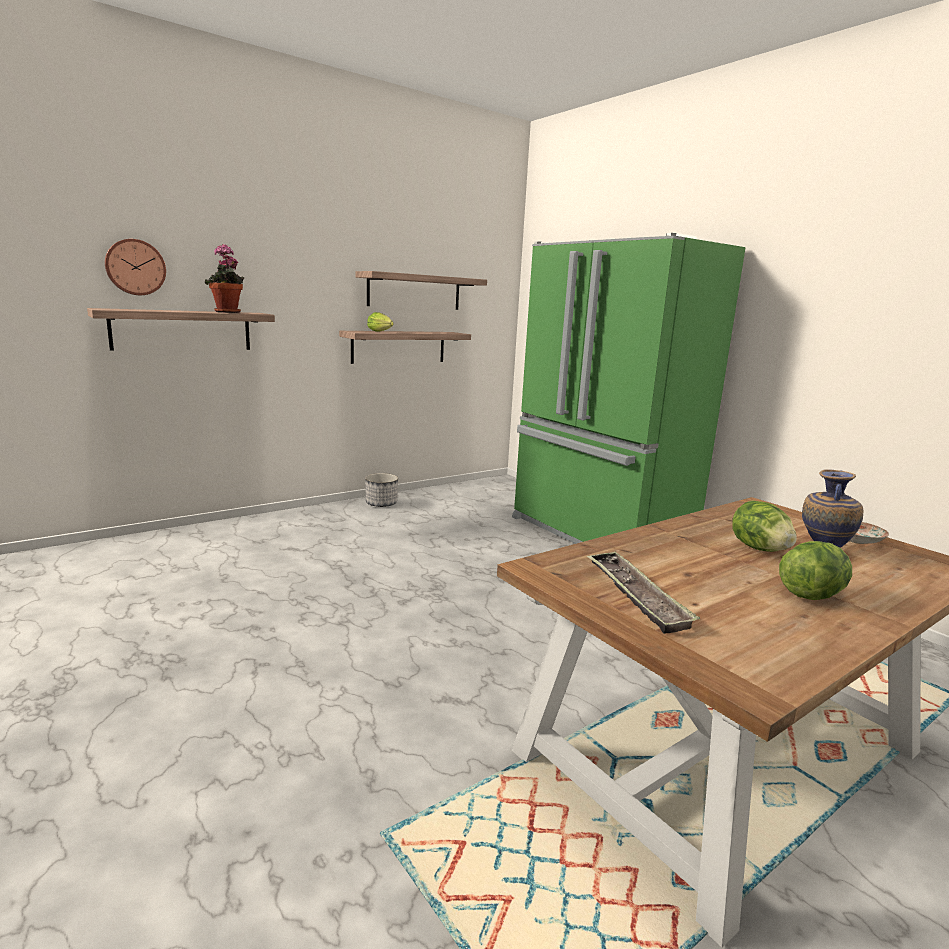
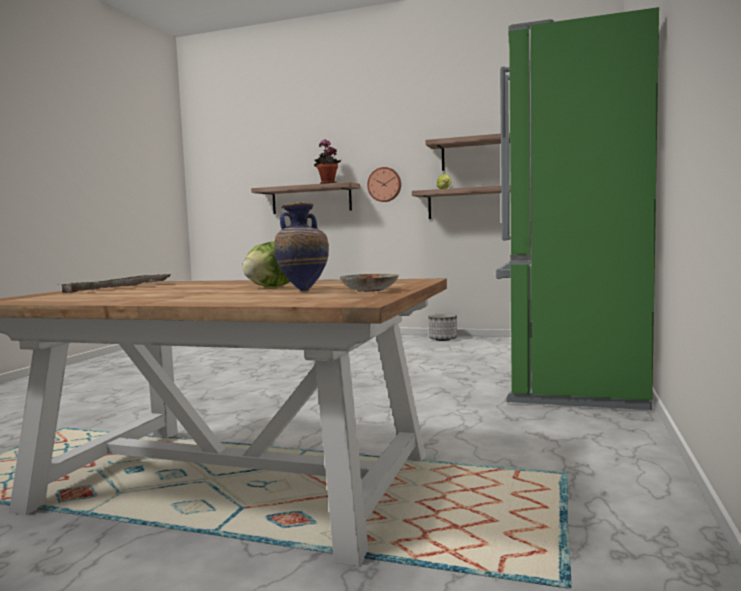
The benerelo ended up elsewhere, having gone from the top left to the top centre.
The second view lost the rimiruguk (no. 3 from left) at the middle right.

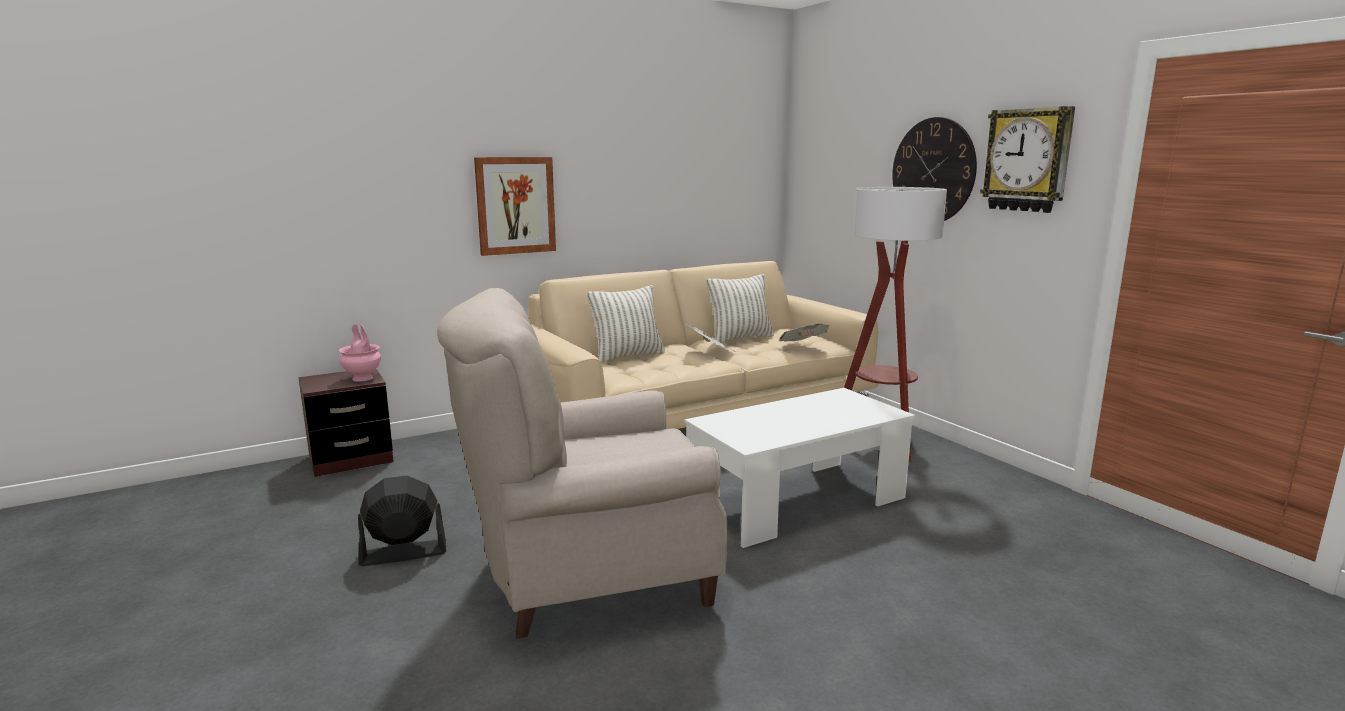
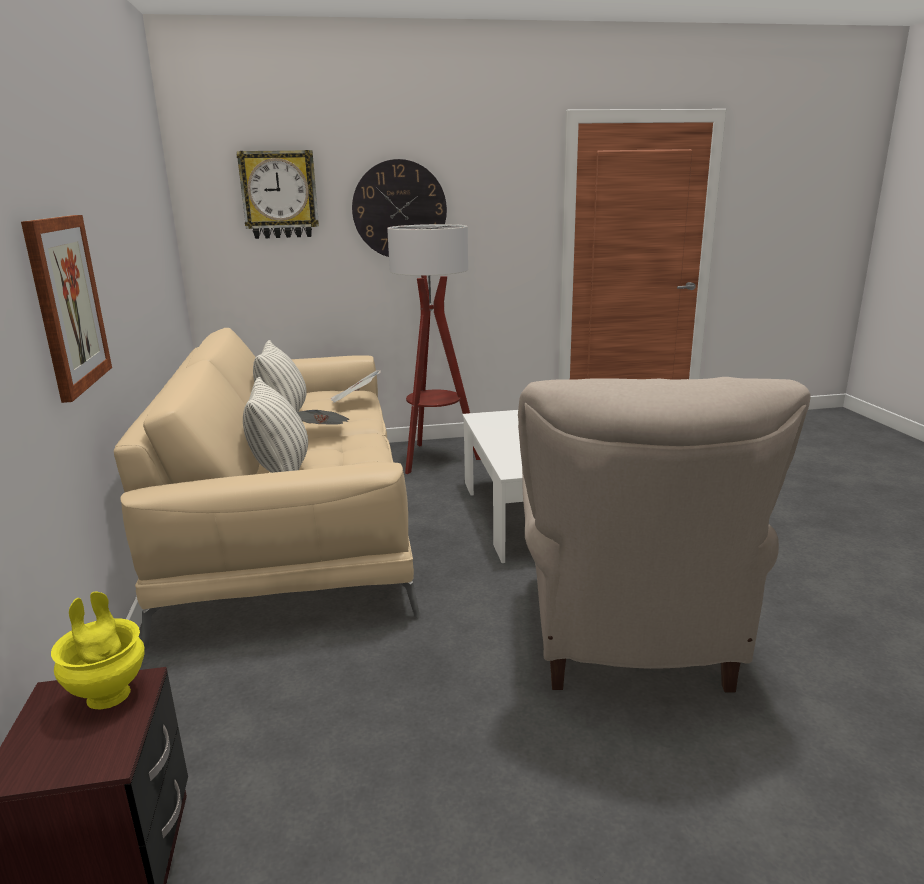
What was the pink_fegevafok at the middle left turned into the yellow_fegevafok at the bottom left.
The benerelo (no. 2 from left in the first image) ended up elsewhere, having gone from the top right to the top left.
The second view lost the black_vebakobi at the bottom left.

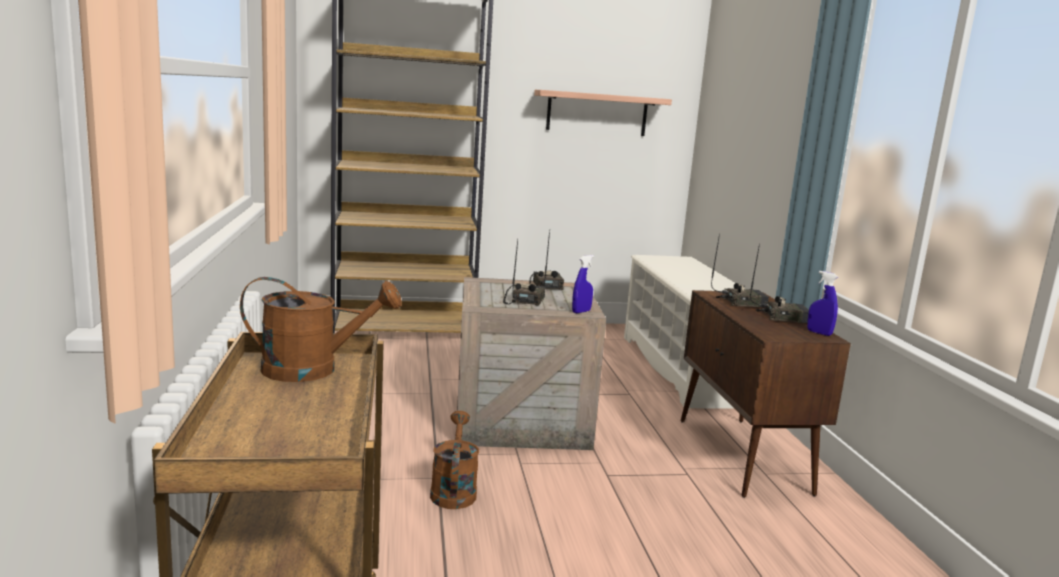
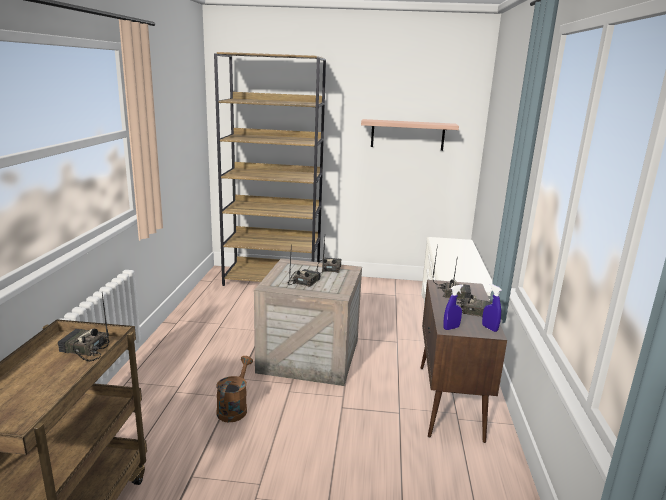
Where the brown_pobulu (no. 1 from left) stood at the middle left, the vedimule (no. 1 from left) came to stand at the middle left.
The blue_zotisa (no. 1 from left) ended up elsewhere, having gone from the centre to the middle right.

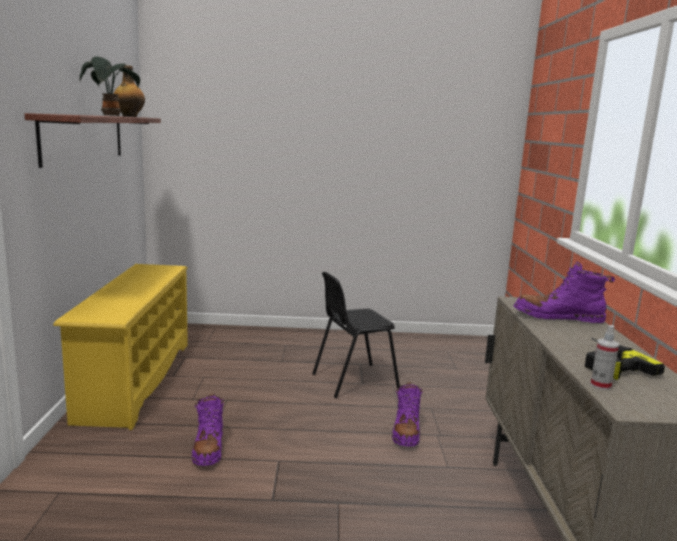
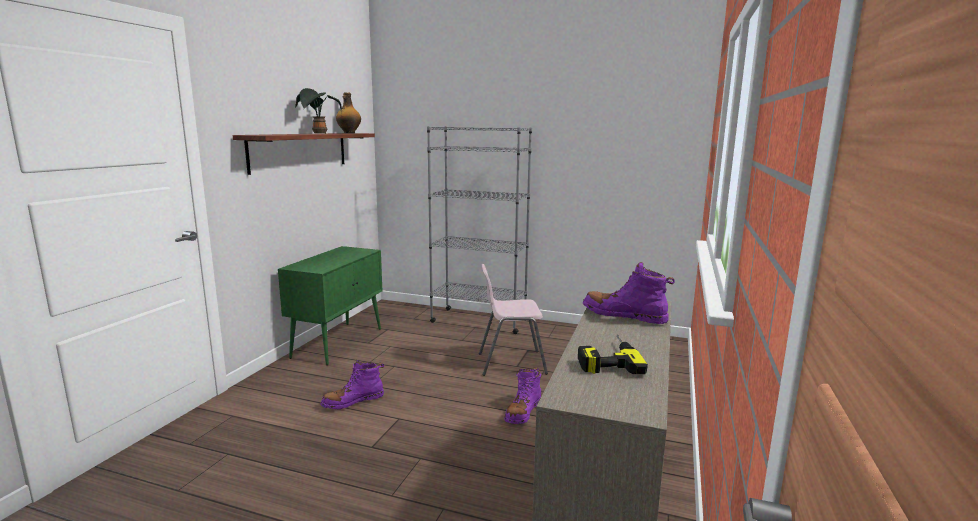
Where the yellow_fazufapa stood at the middle left, the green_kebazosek came to stand at the centre.
The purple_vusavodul (no. 1 from left) at the bottom left ended up facing another way, 45 degrees clockwise from before.
The second view gained the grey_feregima at the centre.
What was the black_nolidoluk at the centre turned into the pink_nolidoluk at the centre.
The second view lost the zotisa at the middle right.

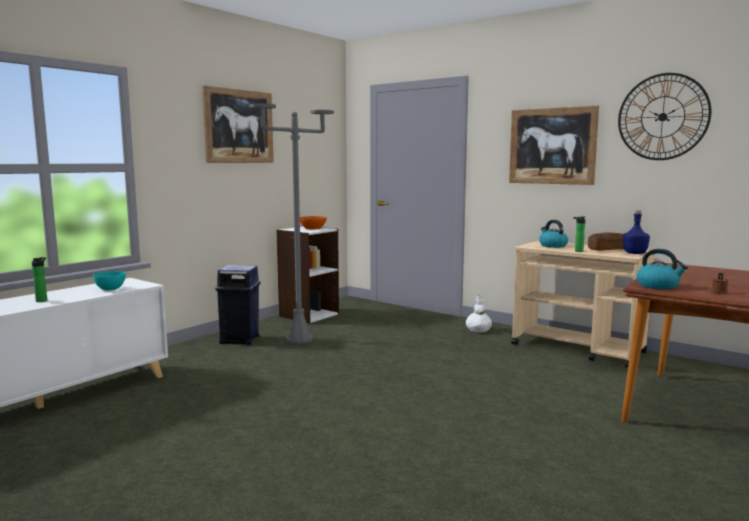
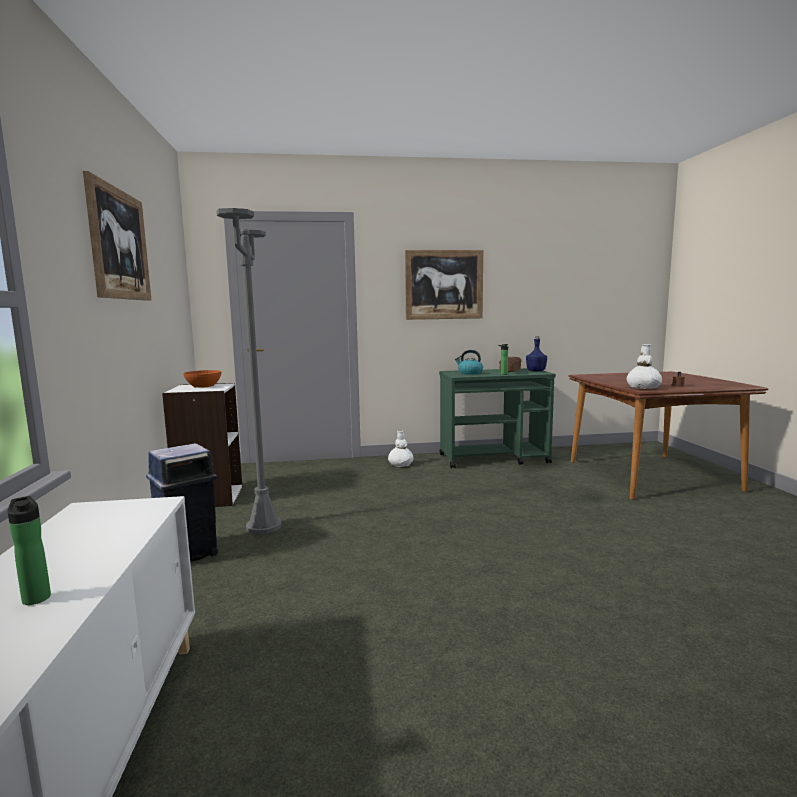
What was the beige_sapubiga at the middle right turned into the green_sapubiga at the centre.
Where the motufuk (no. 2 from left) stood at the middle right, the white_fegevafok (no. 2 from left) came to stand at the middle right.
The second view lost the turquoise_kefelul at the middle left.
The second view lost the benerelo at the top right.

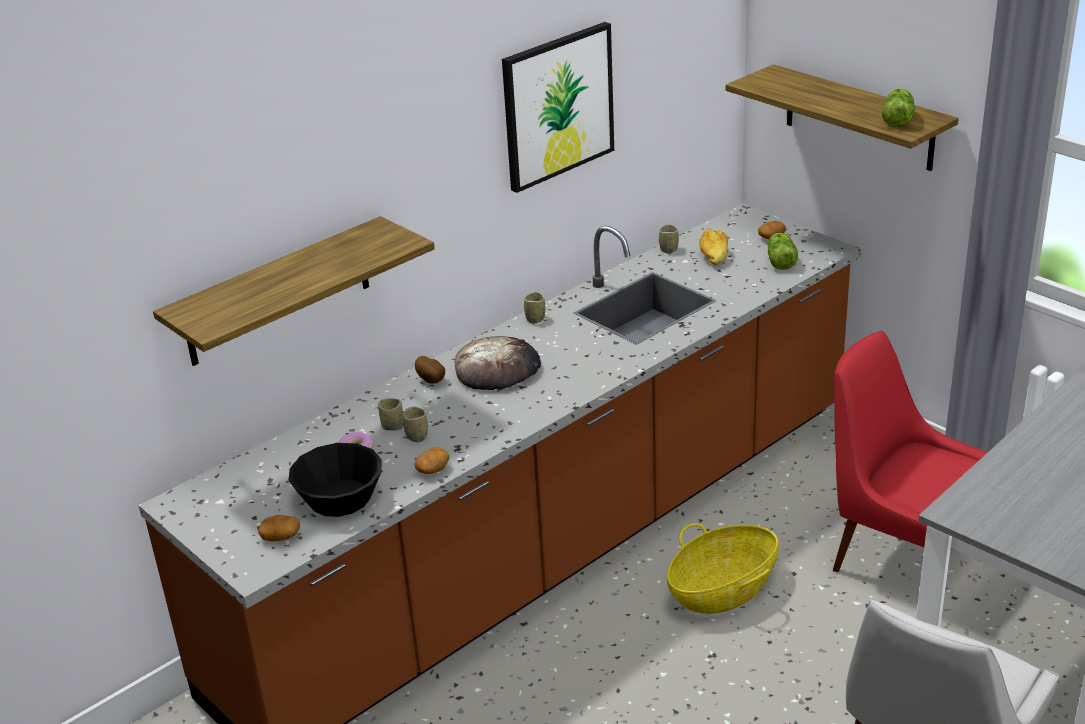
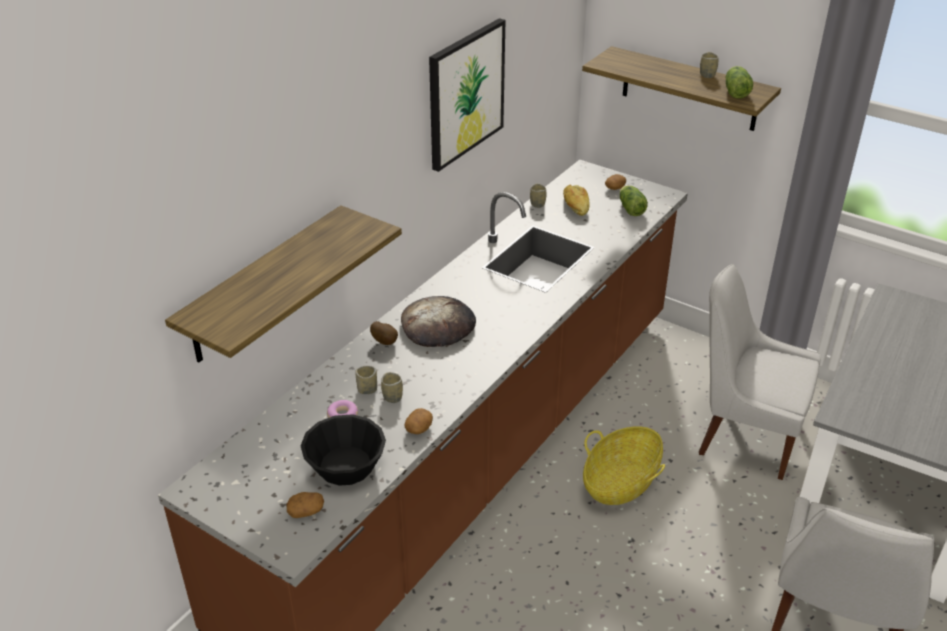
What was the red_nolidoluk at the middle right turned into the white_nolidoluk (no. 1 from left) at the middle right.
The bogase (no. 3 from left in the first image) ended up elsewhere, having gone from the centre to the top right.

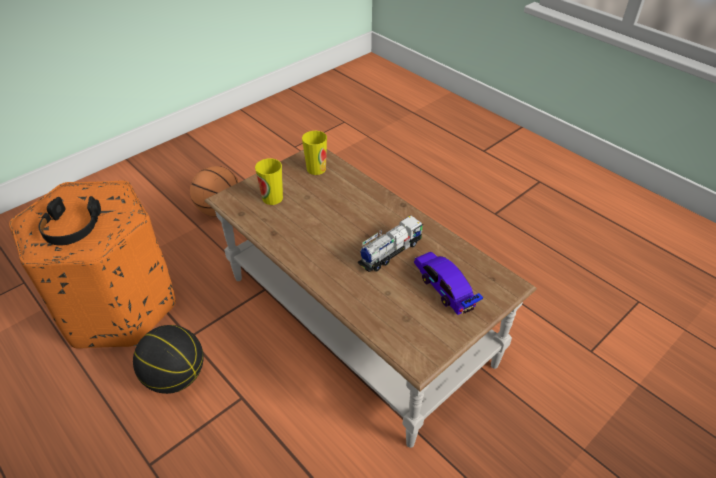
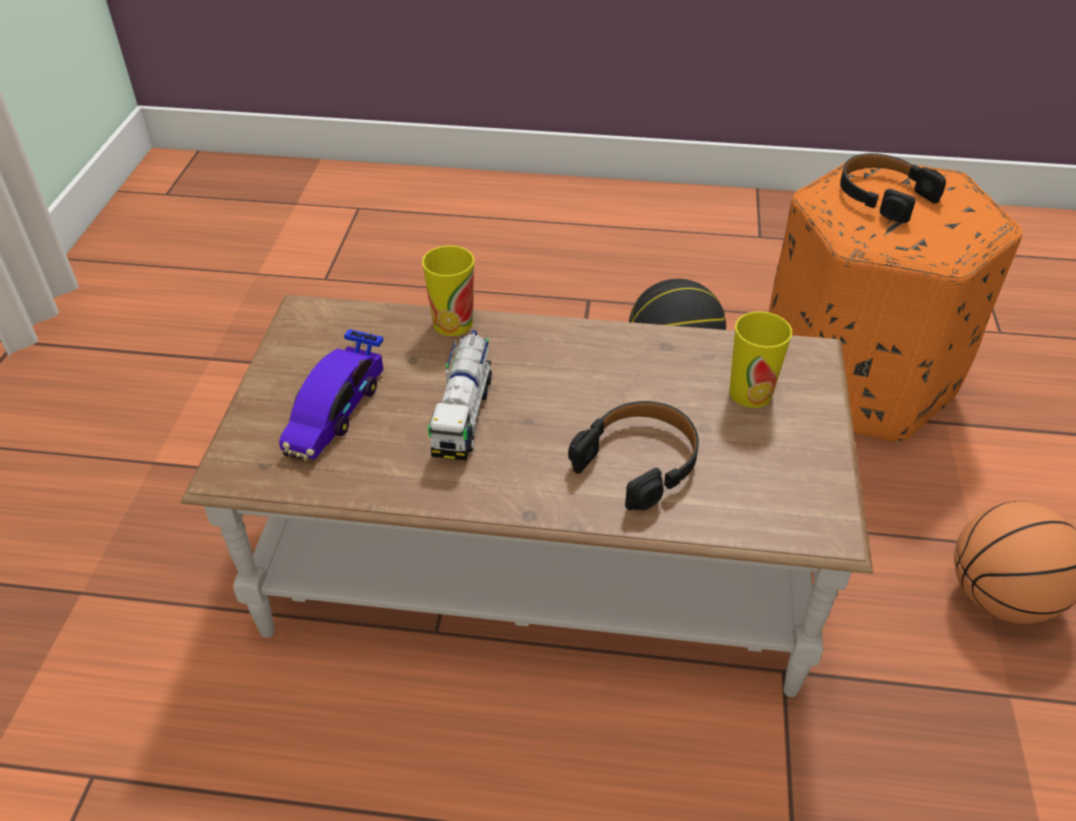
The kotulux at the centre ended up facing another way, 90 degrees clockwise from before.
The bogase (no. 2 from left in the first image) ended up elsewhere, having gone from the top centre to the centre.
The second view gained the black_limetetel (no. 1 from left) at the centre.

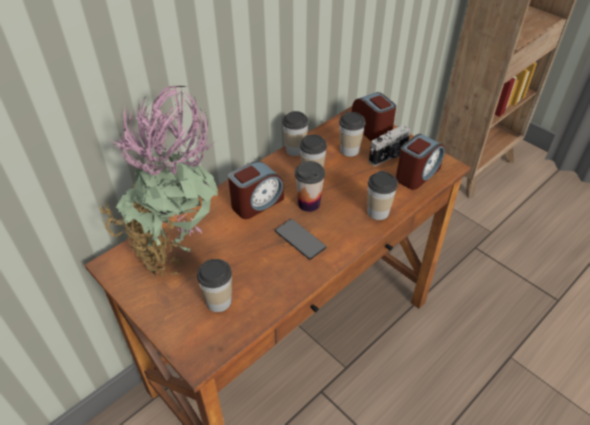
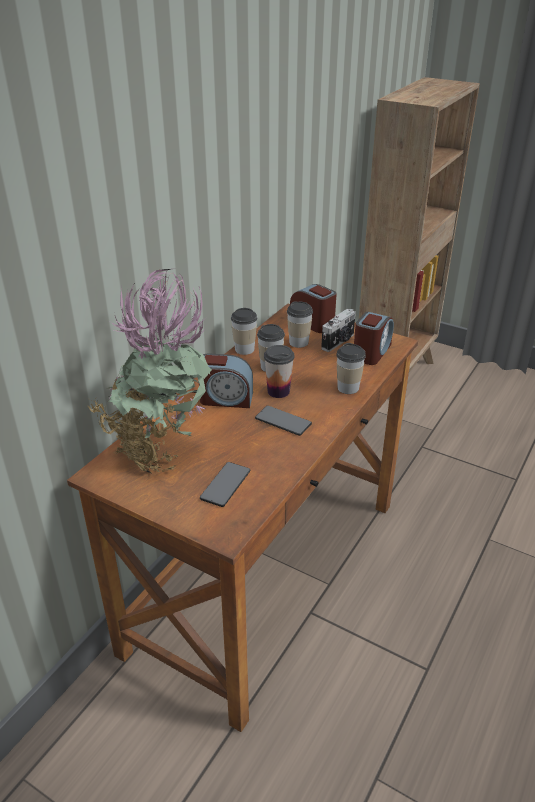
The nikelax (no. 1 from left) at the centre ended up facing another way, 60 degrees clockwise from before.
Where the bogase (no. 1 from left) stood at the bottom centre, the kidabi (no. 1 from left) came to stand at the centre.

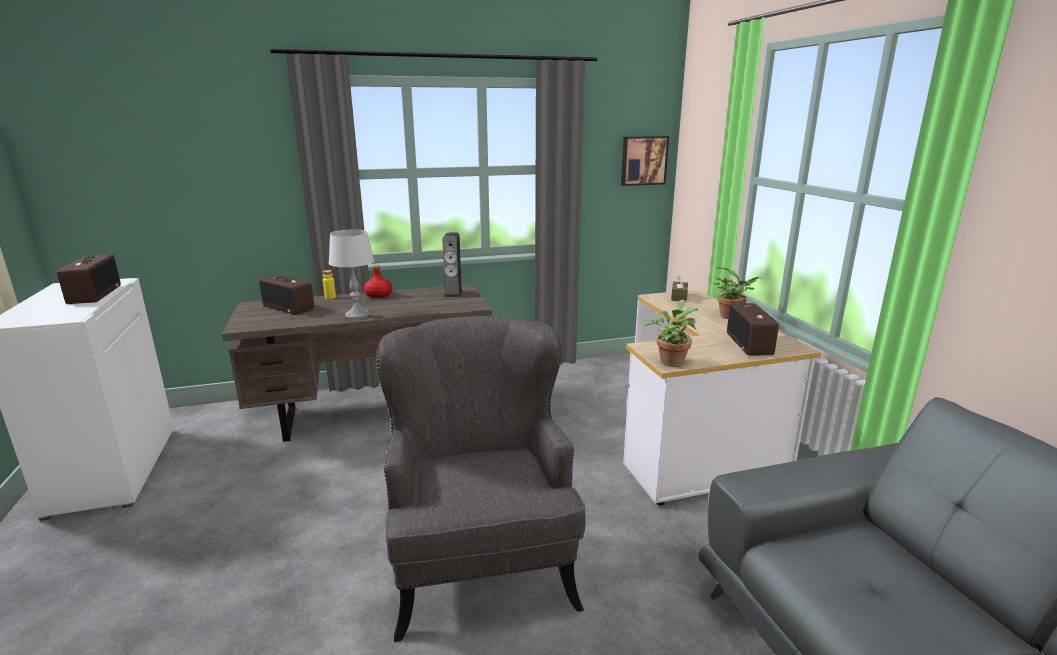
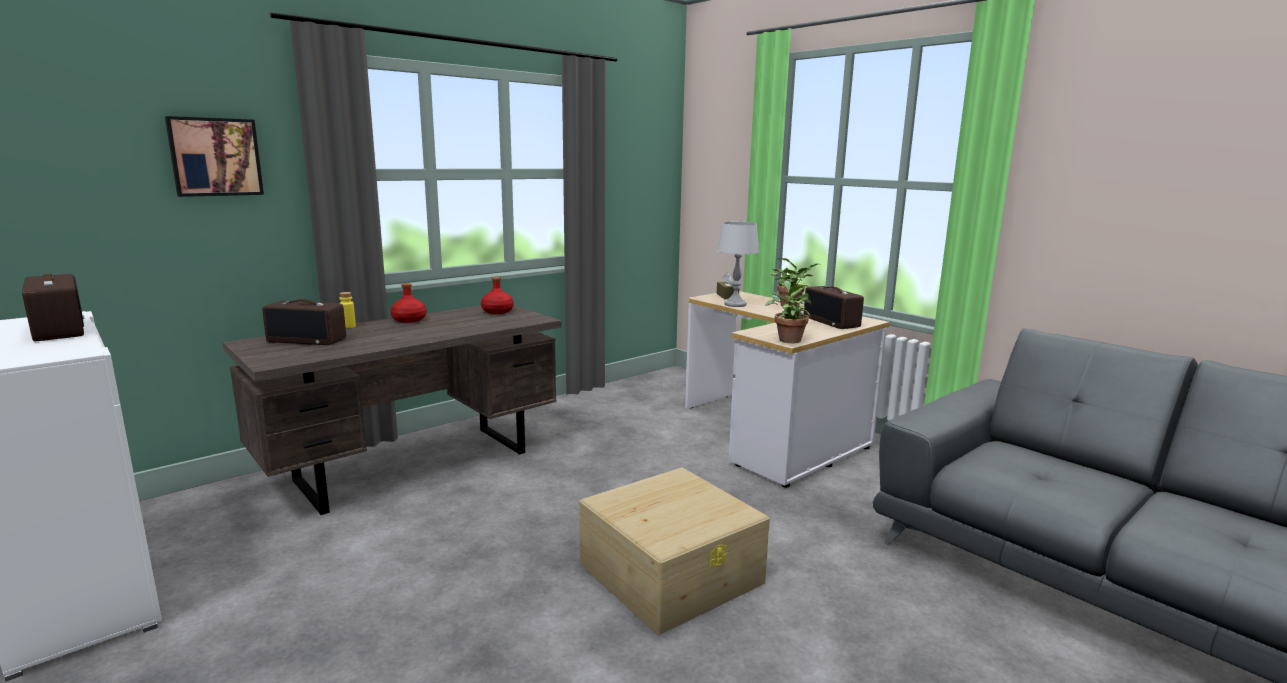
The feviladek ended up elsewhere, having gone from the top centre to the top left.
Where the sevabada stood at the centre, the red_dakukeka (no. 2 from left) came to stand at the centre.
Where the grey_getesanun stood at the bottom centre, the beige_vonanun came to stand at the bottom centre.
The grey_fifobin ended up elsewhere, having gone from the middle left to the centre.

